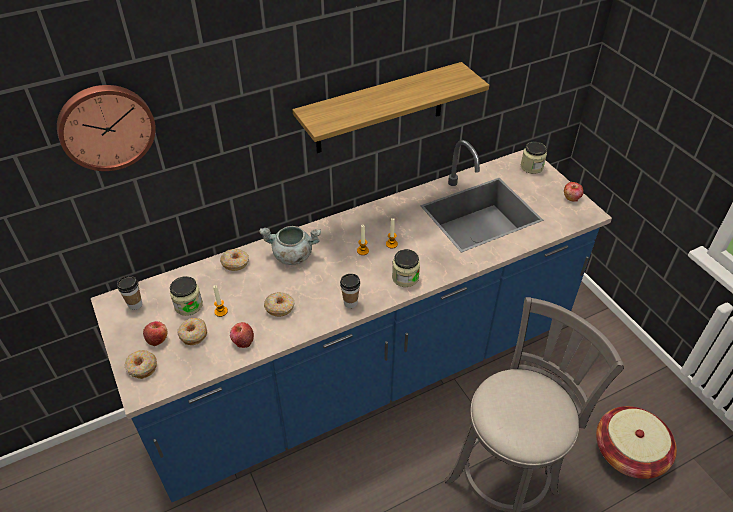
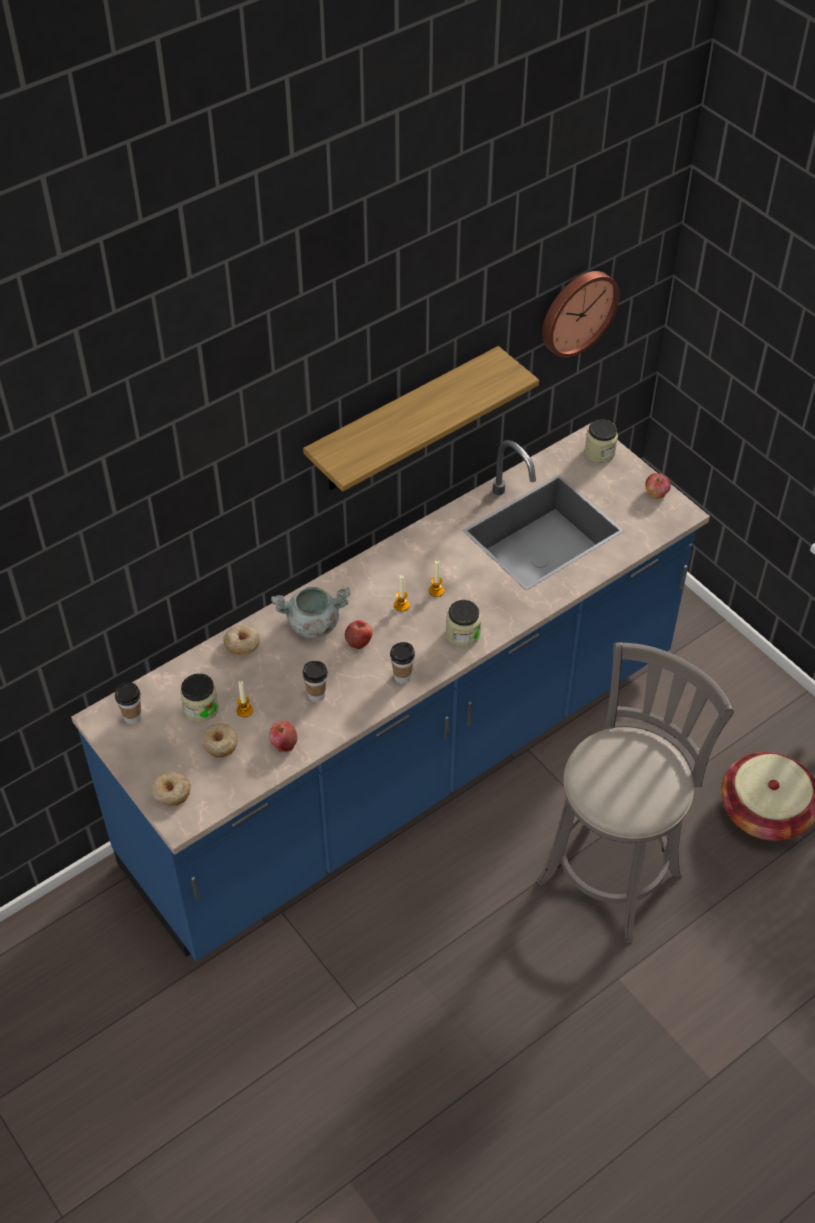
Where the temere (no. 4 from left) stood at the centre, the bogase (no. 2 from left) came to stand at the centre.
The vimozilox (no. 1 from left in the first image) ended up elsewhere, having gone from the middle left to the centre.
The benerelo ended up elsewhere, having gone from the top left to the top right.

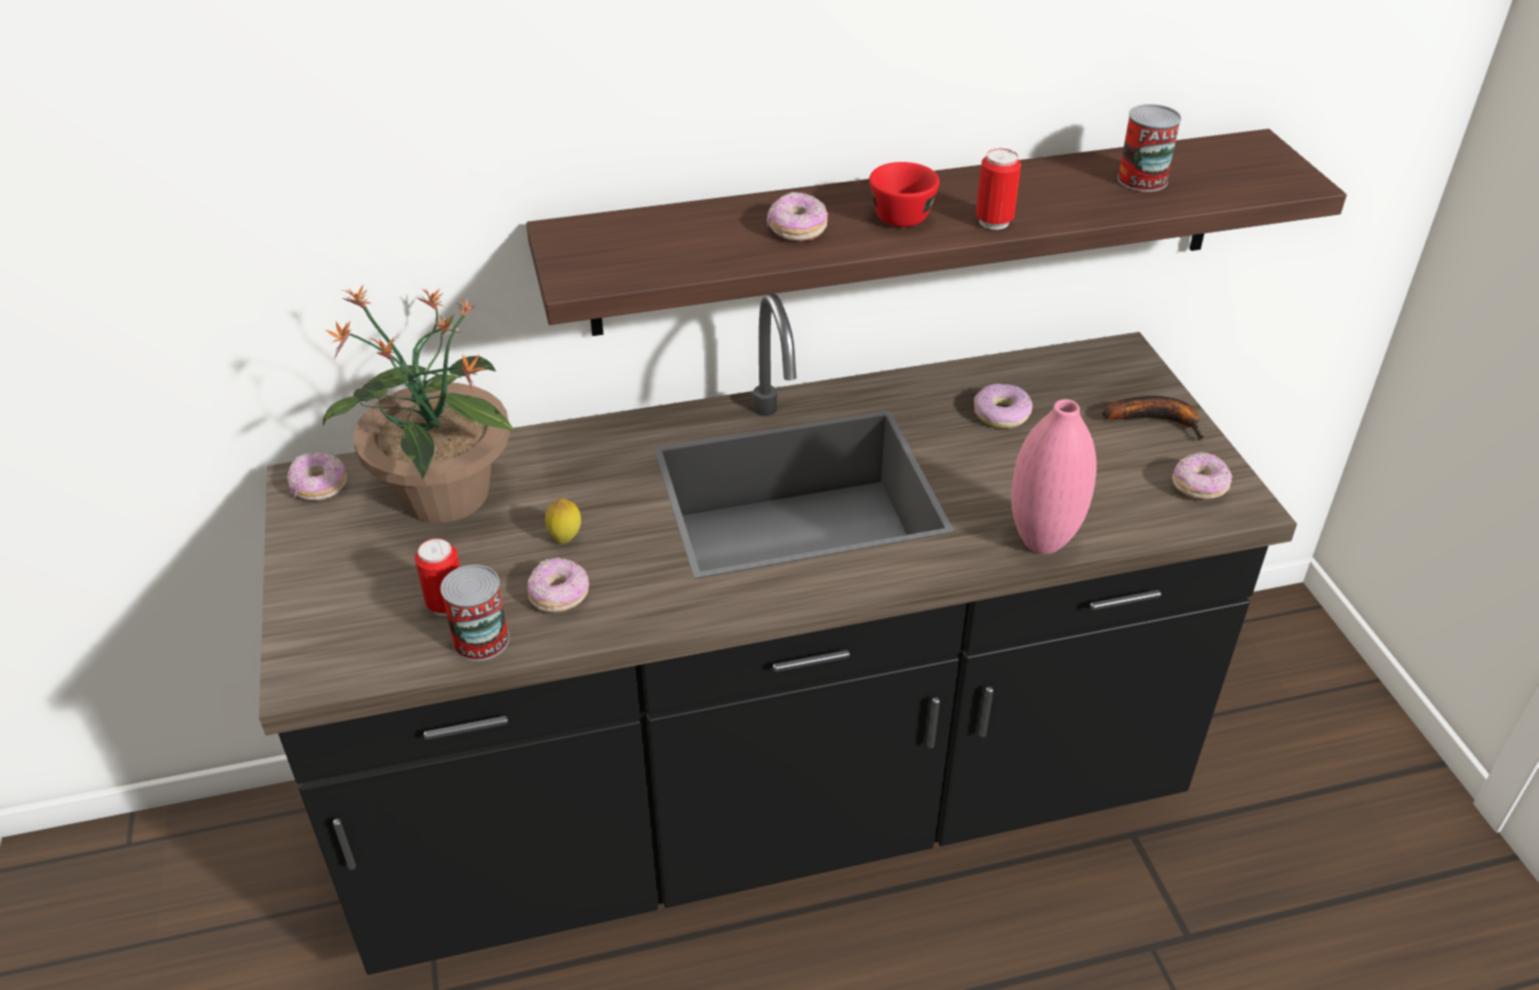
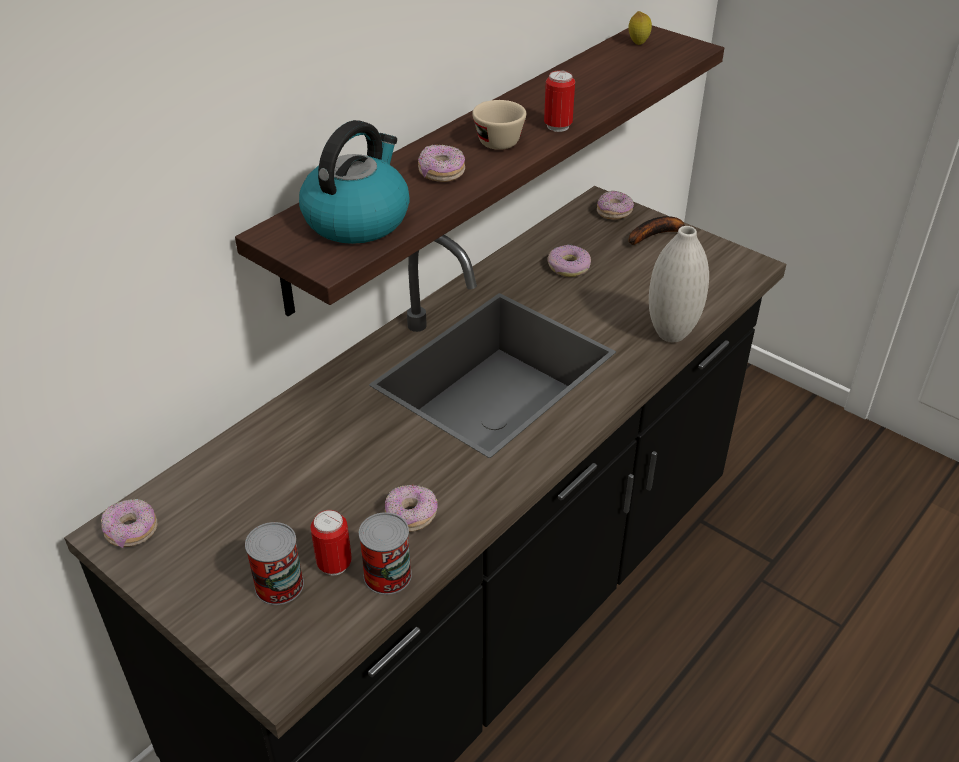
The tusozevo (no. 4 from left in the first image) ended up elsewhere, having gone from the top right to the bottom left.
The second view gained the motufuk at the top centre.
What was the red_bogase at the top centre turned into the beige_bogase at the top centre.
The temere (no. 5 from left) ended up elsewhere, having gone from the middle right to the top centre.
The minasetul ended up elsewhere, having gone from the centre to the top right.
What was the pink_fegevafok at the middle right turned into the white_fegevafok at the middle right.
The second view lost the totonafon at the middle left.

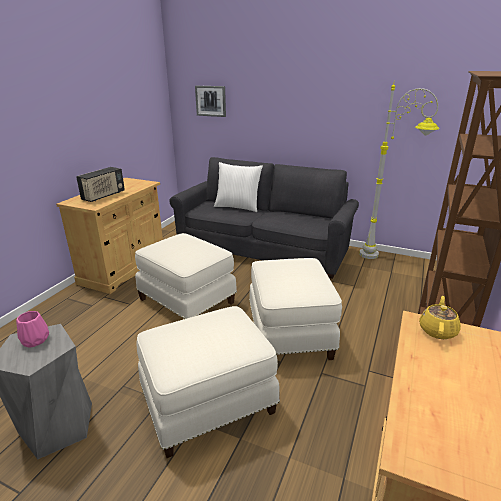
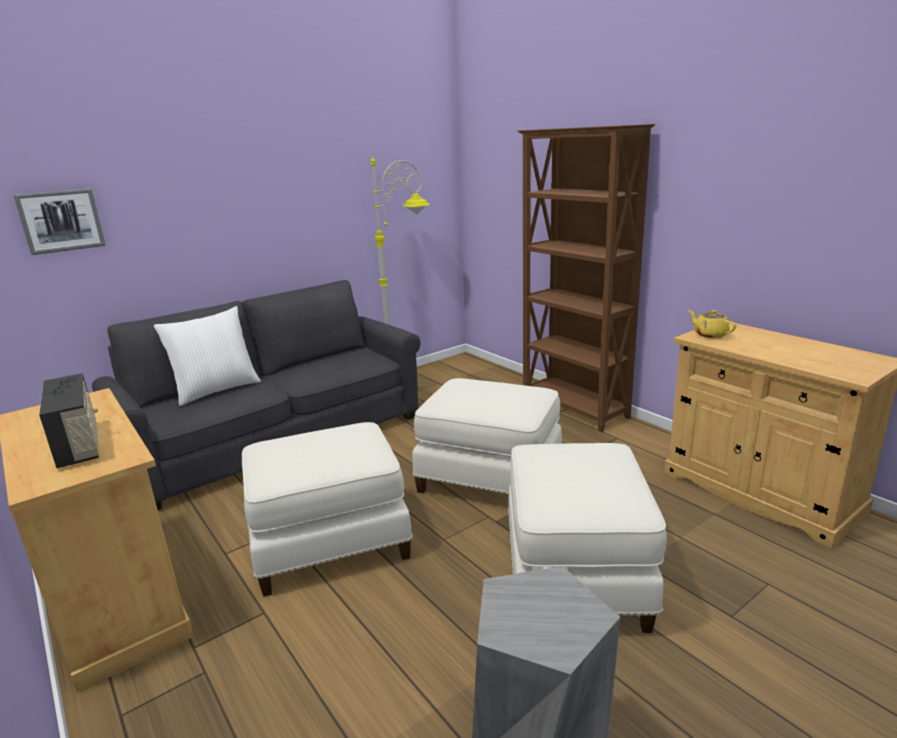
The second view lost the pink_fegevafok at the middle left.

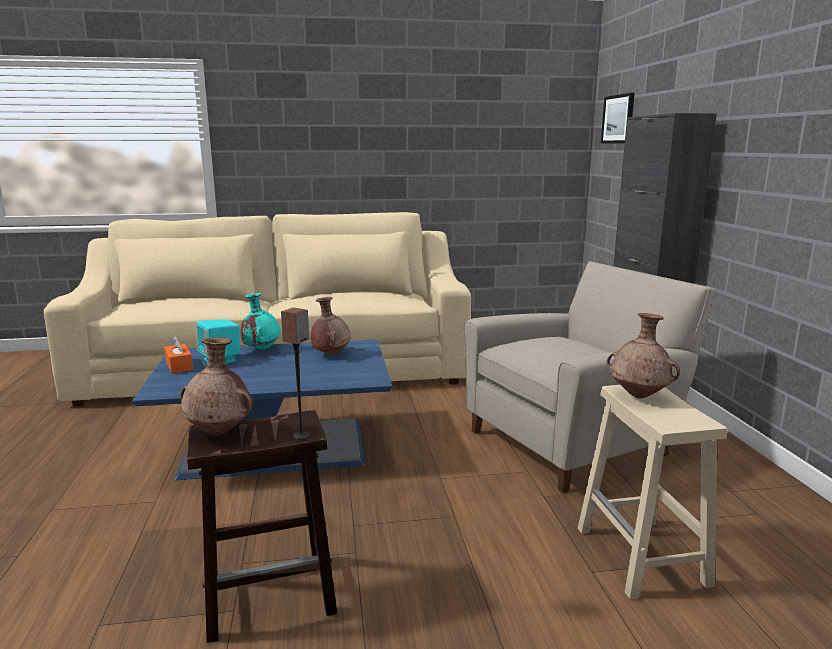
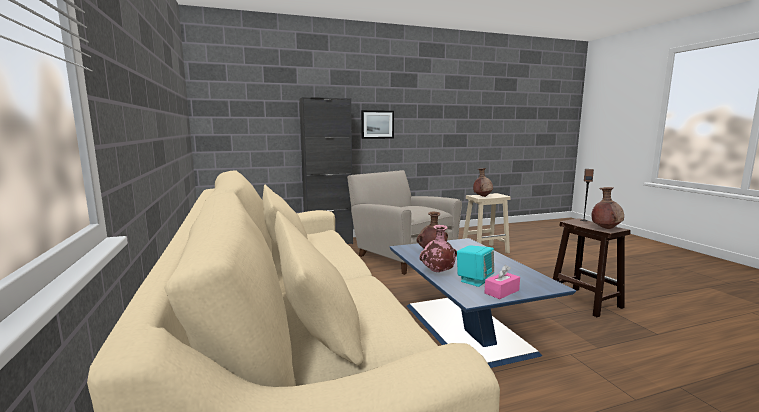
The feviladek ended up elsewhere, having gone from the top right to the top centre.
What was the turquoise_fegevafok at the middle left turned into the pink_fegevafok at the centre.
What was the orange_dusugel at the middle left turned into the pink_dusugel at the bottom centre.

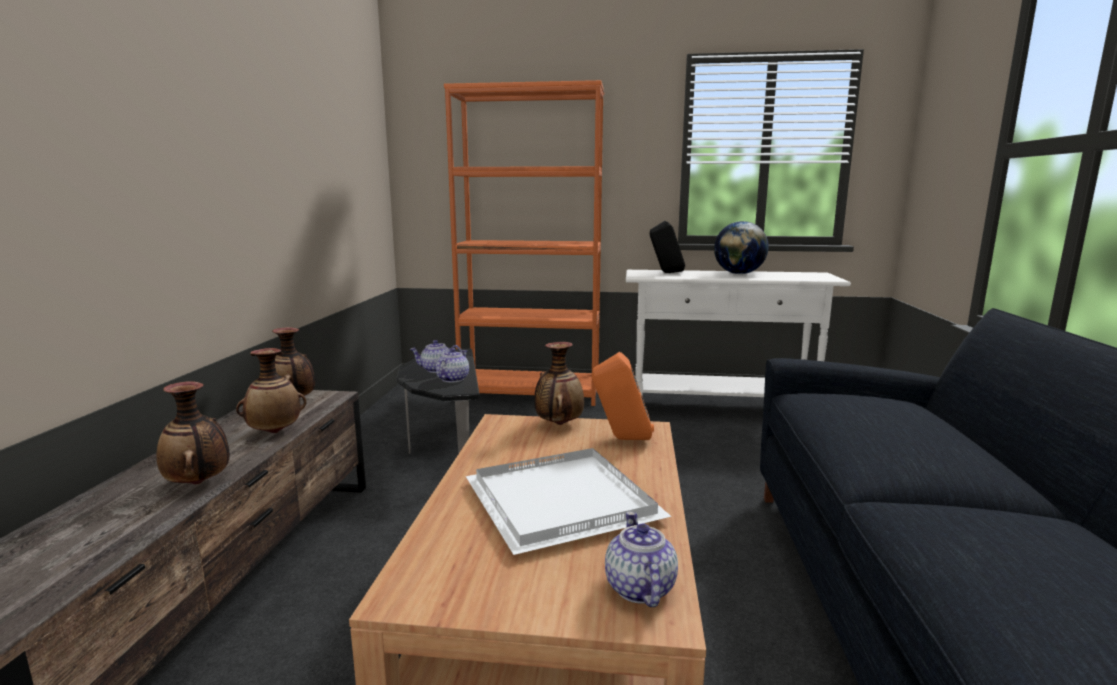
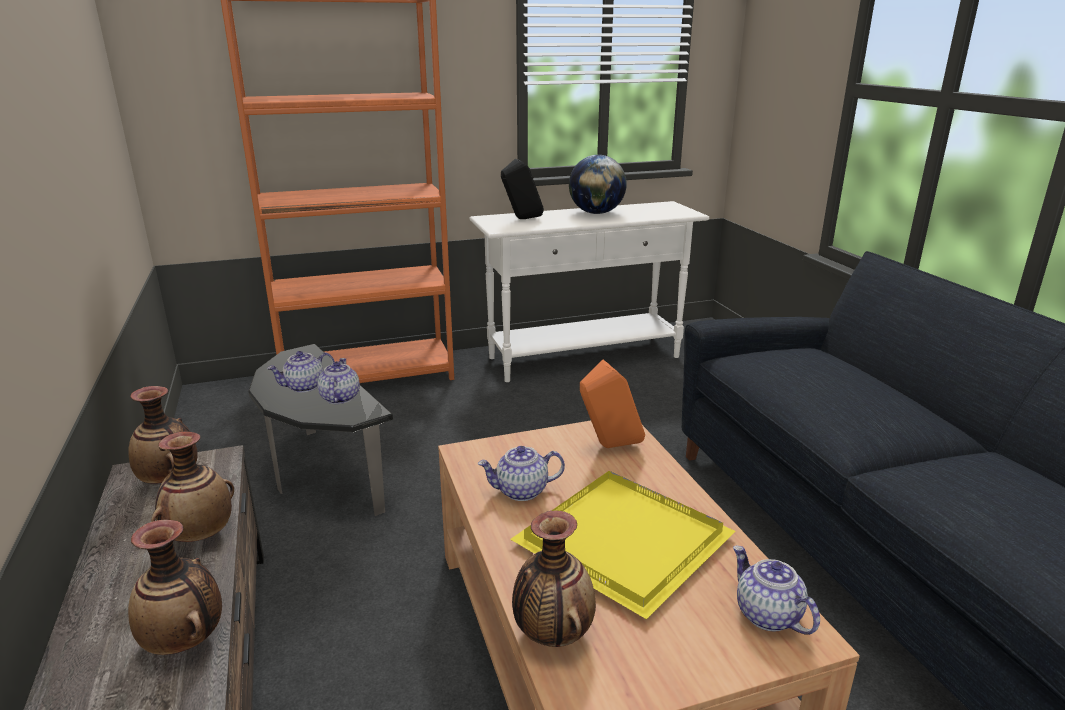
The second view gained the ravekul (no. 3 from left) at the centre.
What was the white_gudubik at the bottom centre turned into the yellow_gudubik at the bottom centre.
The fegevafok (no. 4 from left) ended up elsewhere, having gone from the centre to the bottom centre.

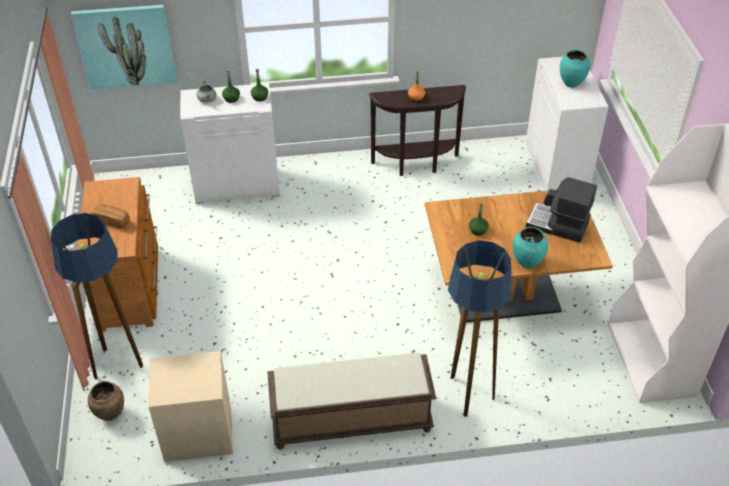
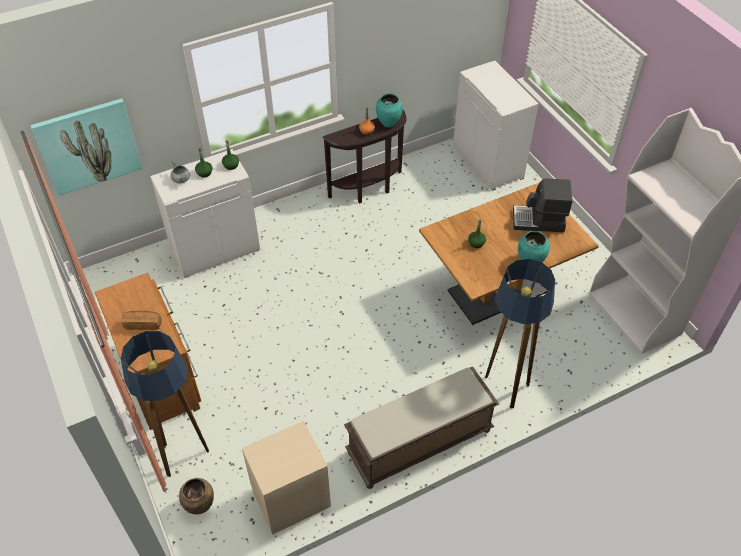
The turquoise_fegevafok (no. 2 from left in the first image) ended up elsewhere, having gone from the top right to the top centre.

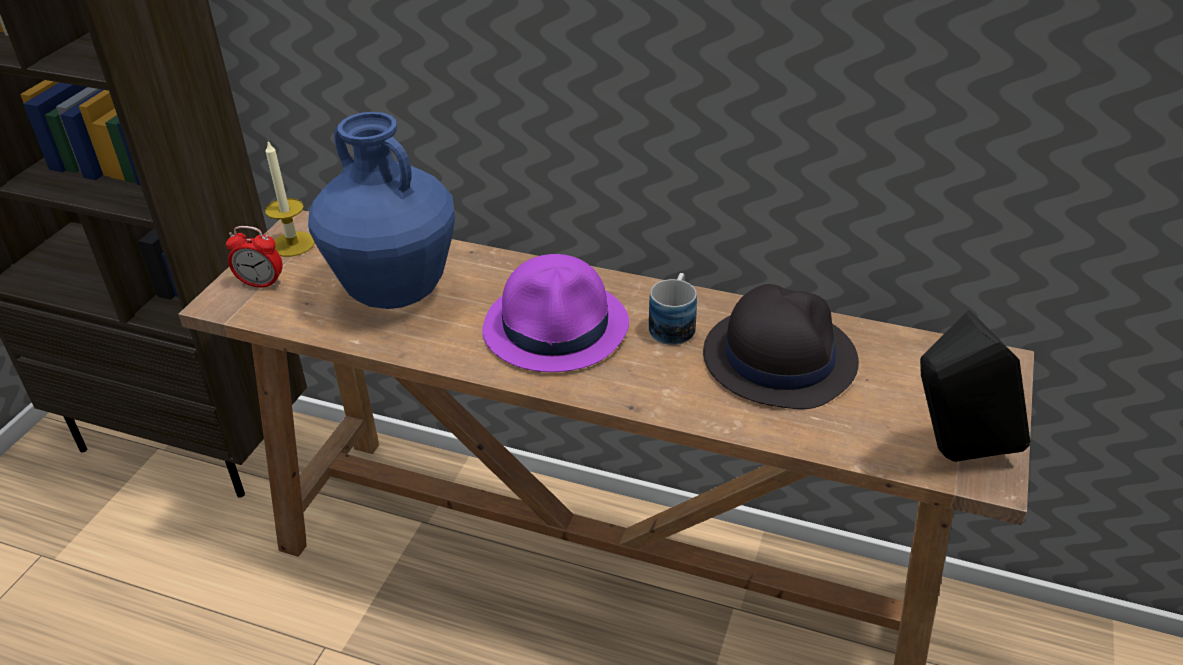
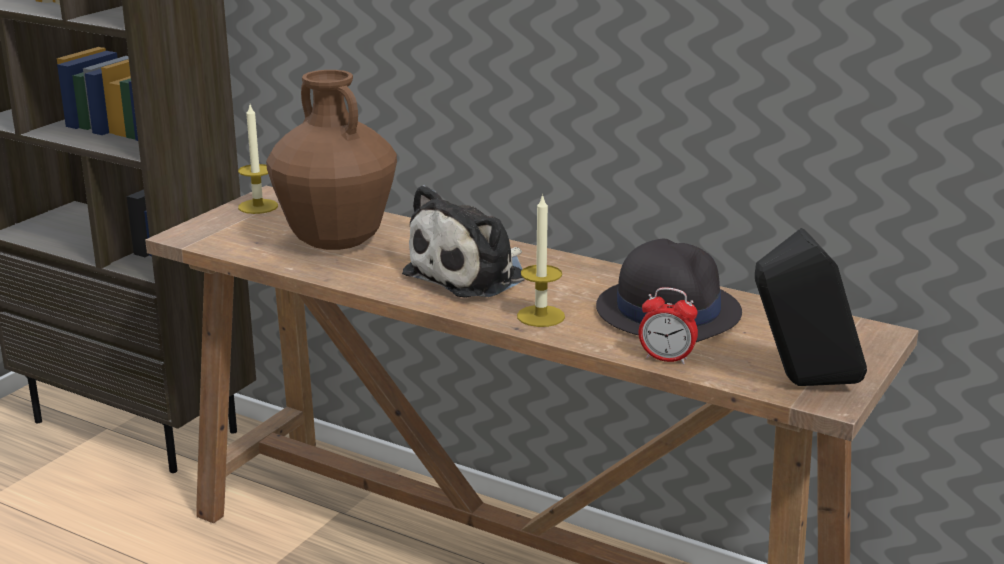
What was the blue_fegevafok at the top left turned into the brown_fegevafok at the top left.
Where the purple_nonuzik stood at the centre, the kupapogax came to stand at the centre.
The second view gained the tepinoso (no. 2 from left) at the centre.
The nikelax ended up elsewhere, having gone from the middle left to the centre.
The second view lost the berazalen at the centre.

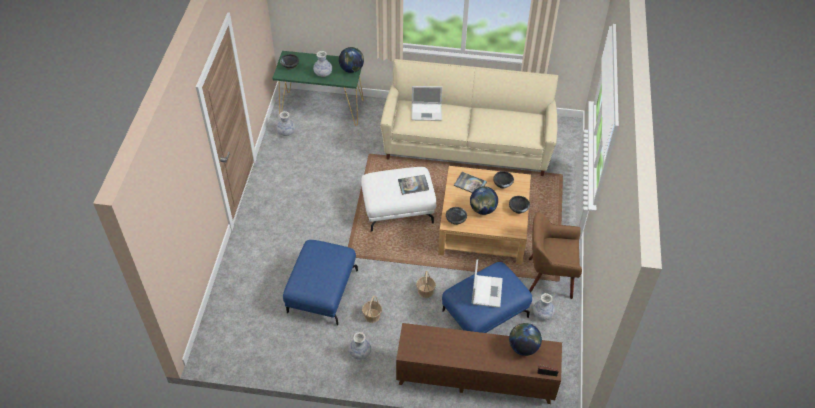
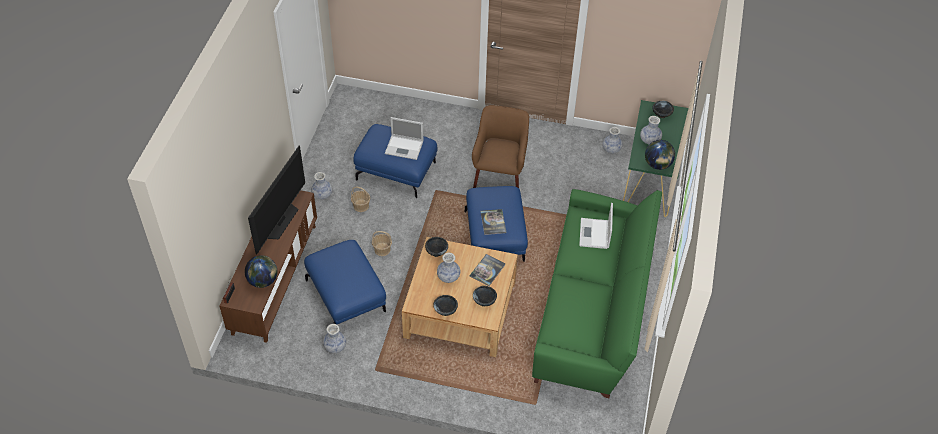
The second view gained the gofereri at the middle left.
The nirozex (no. 2 from left in the first image) ended up elsewhere, having gone from the bottom centre to the top centre.
Where the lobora (no. 2 from left) stood at the centre, the fegevafok (no. 3 from left) came to stand at the centre.
What was the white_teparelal at the centre turned into the blue_teparelal (no. 3 from left) at the centre.
The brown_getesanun ended up elsewhere, having gone from the middle right to the centre.
What was the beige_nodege at the top centre turned into the green_nodege at the bottom centre.

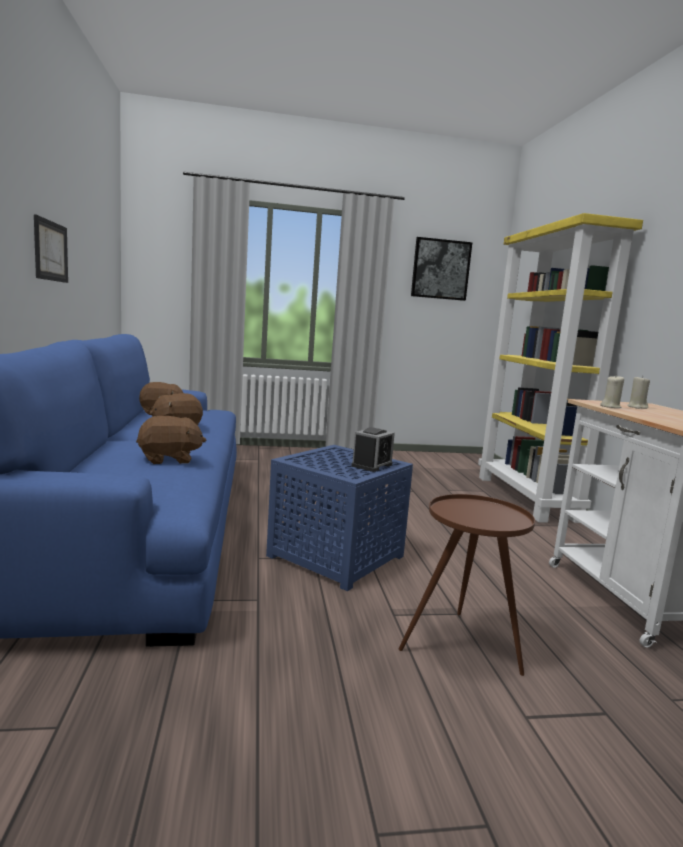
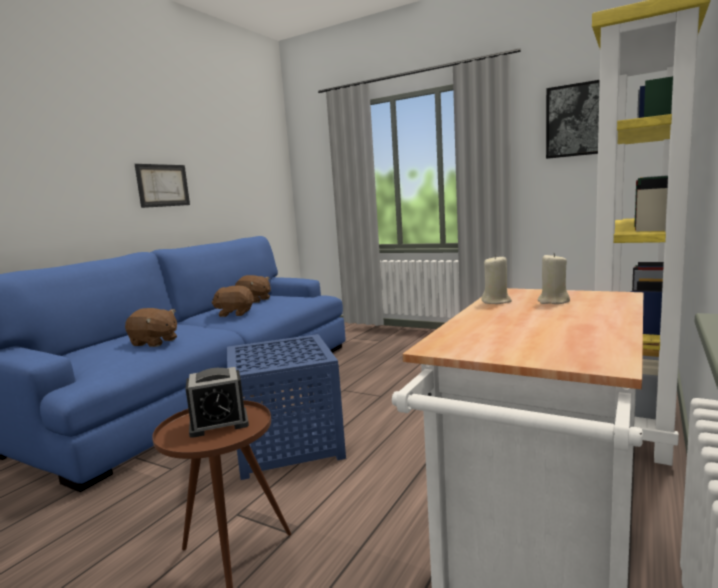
The nikelax ended up elsewhere, having gone from the centre to the bottom left.

